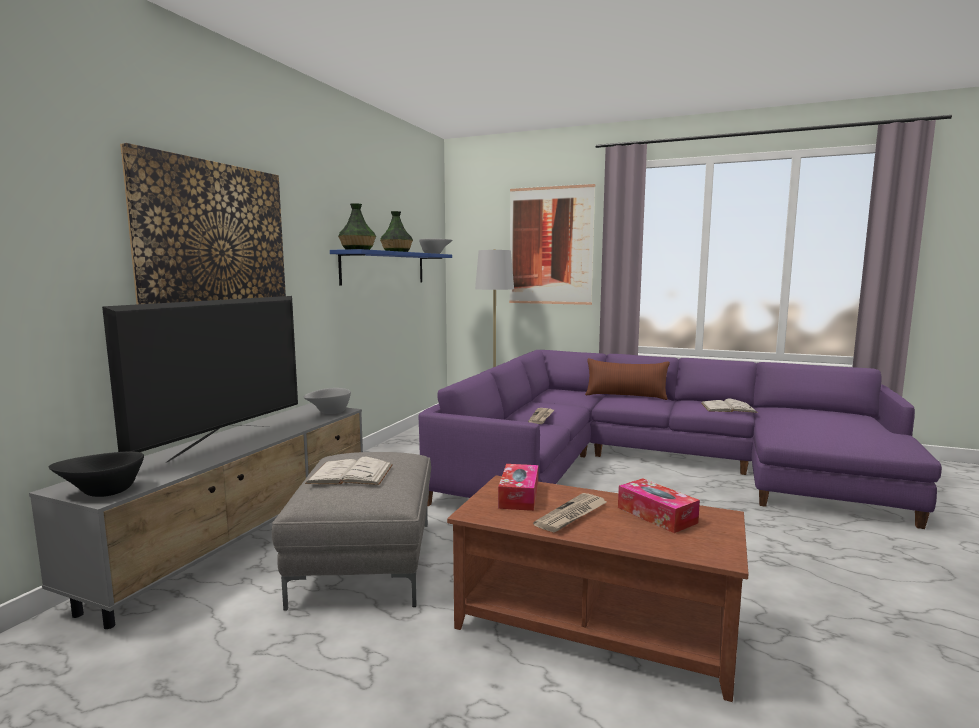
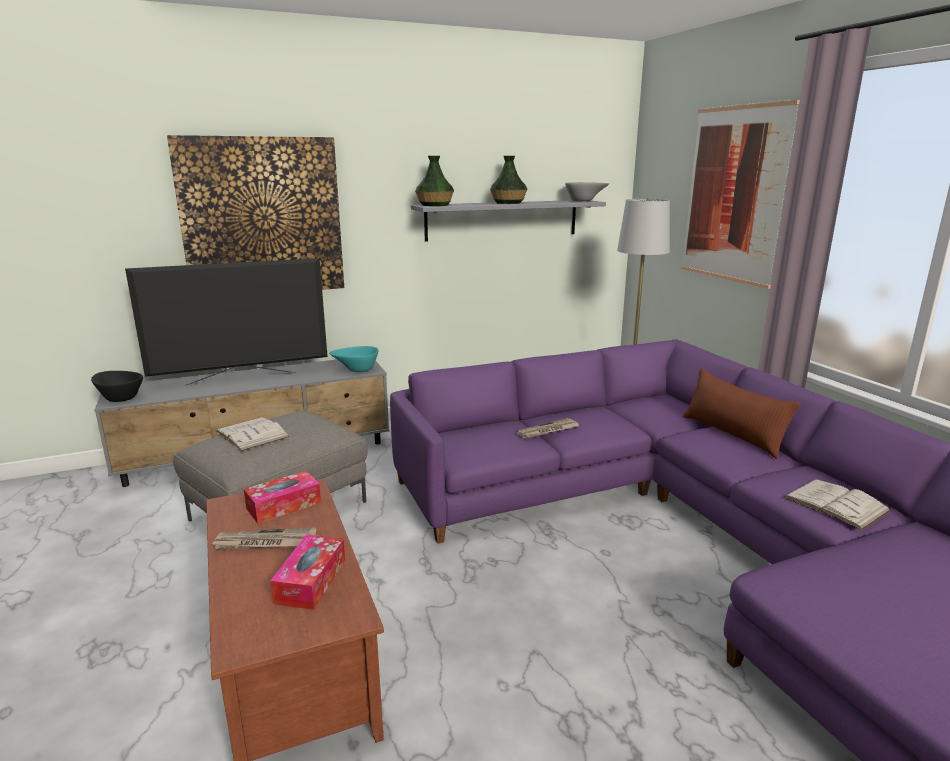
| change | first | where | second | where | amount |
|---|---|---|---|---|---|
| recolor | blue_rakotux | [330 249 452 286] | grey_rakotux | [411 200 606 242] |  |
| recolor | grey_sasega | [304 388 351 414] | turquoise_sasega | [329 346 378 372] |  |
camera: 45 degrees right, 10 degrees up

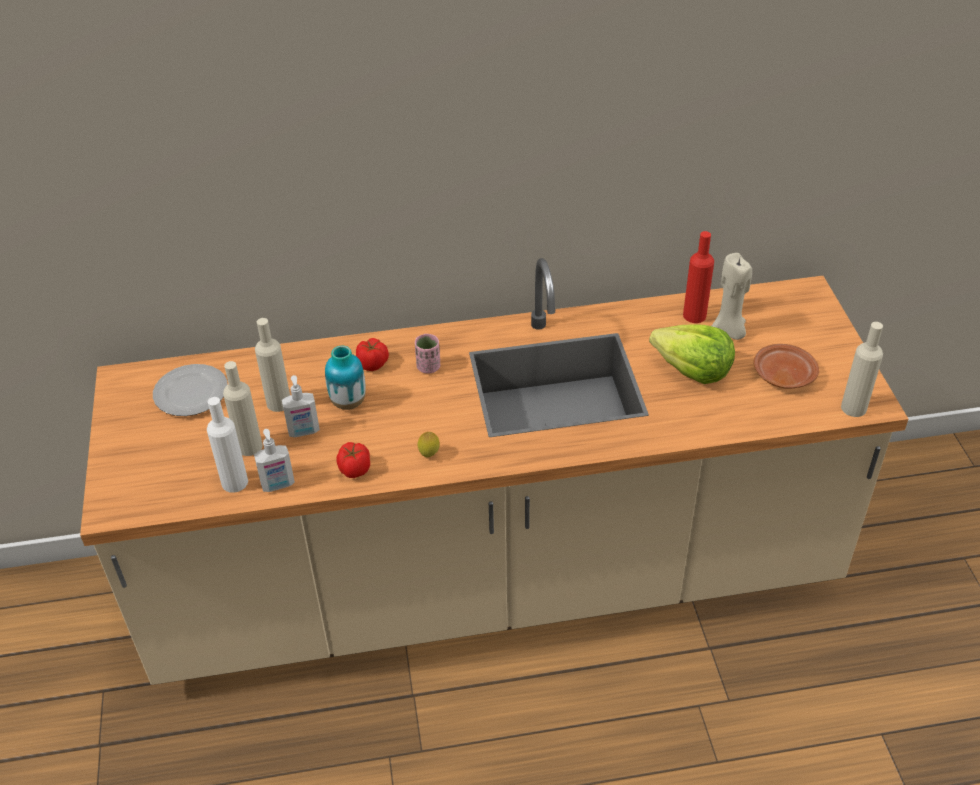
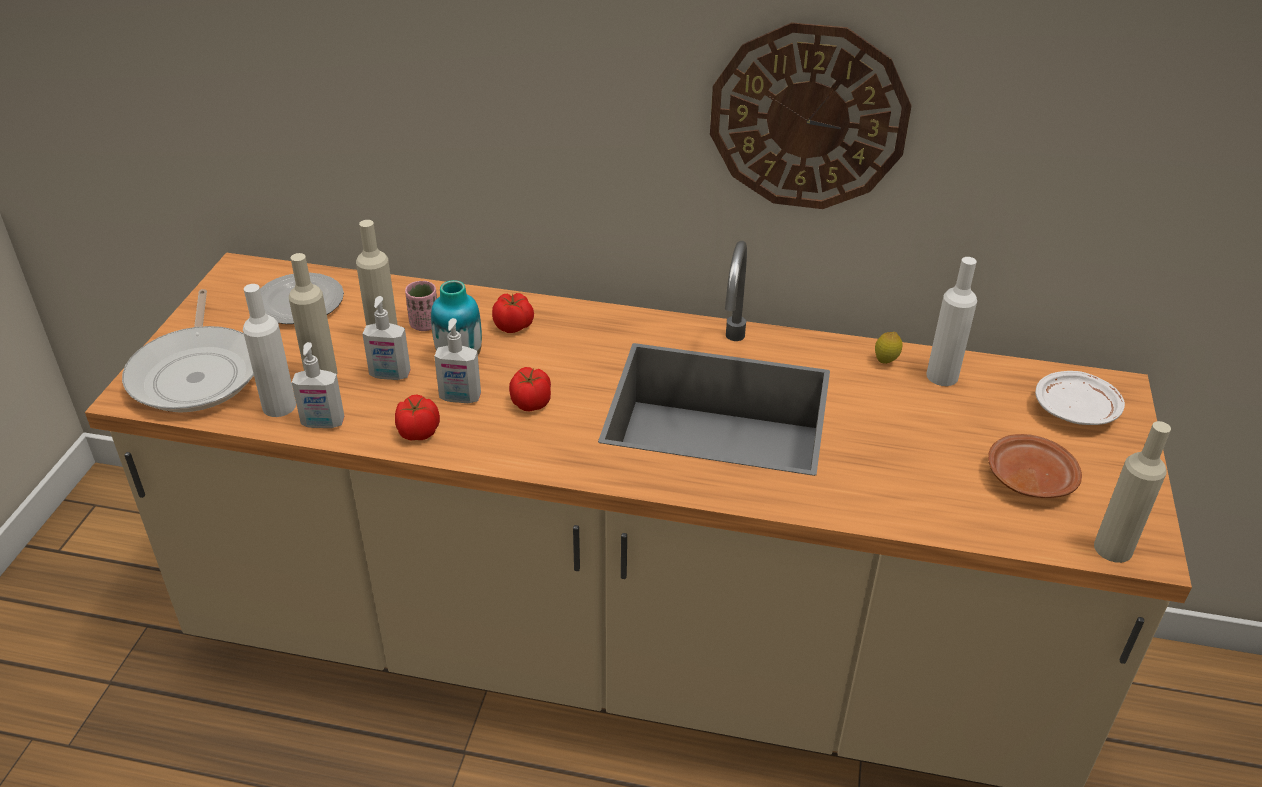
| change | first | where | second | where | amount |
|---|---|---|---|---|---|
| recolor | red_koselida | [683 231 714 323] | white_koselida | [926 257 977 386] |  |
| delete | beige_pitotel | [712 253 752 340] |  |  |  |
| delete | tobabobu | [649 324 735 384] |  |  |  |
| move | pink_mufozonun | [415 334 440 373] |  | [405 281 437 331] |  |
| move | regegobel | [417 432 440 457] |  | [875 332 903 364] |  |
| insert |  |  | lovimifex | [710 22 912 209] |  |
| insert |  |  | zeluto | [122 289 254 413] |  |
| insert |  |  | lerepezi | [434 318 481 403] |  |
| insert |  |  | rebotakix | [509 367 551 411] |  |
| insert |  |  | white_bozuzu | [1035 371 1125 425] |  |
camera: 20 degrees right, 5 degrees down

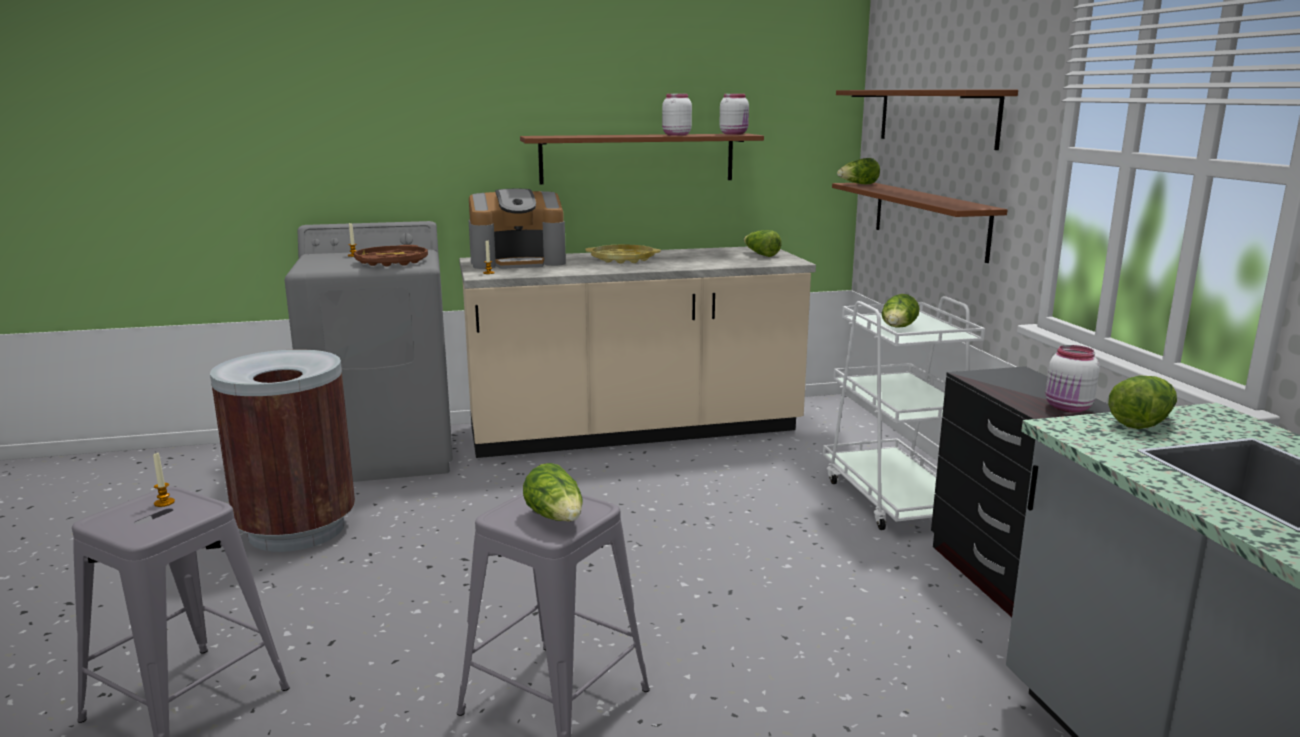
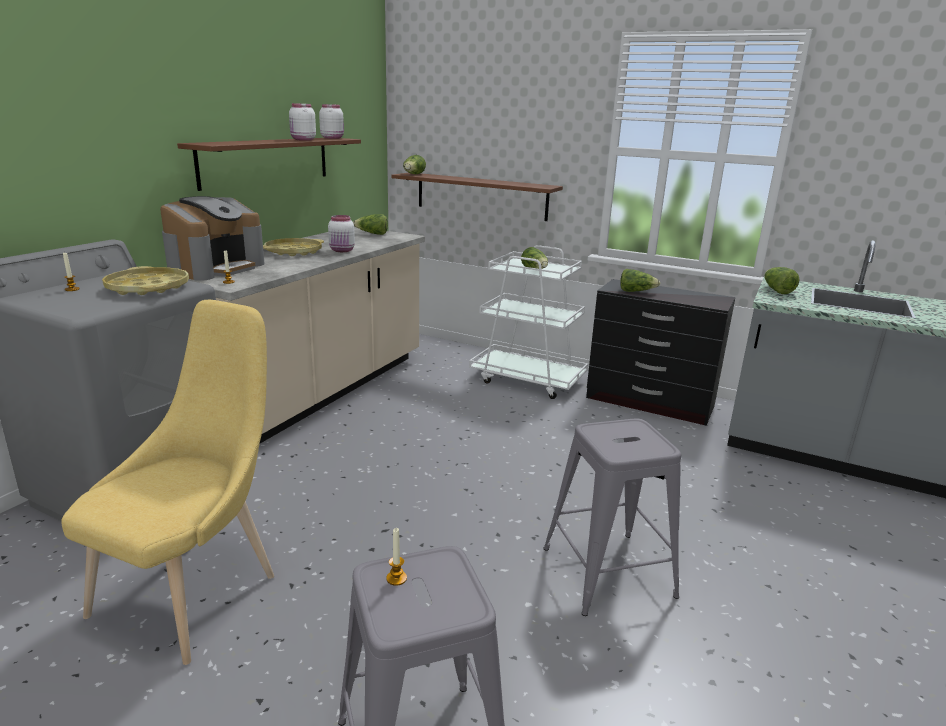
| change | first | where | second | where | amount |
|---|---|---|---|---|---|
| delete | brown_rakotux | [836 90 1018 150] |  |  |  |
| recolor | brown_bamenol | [354 245 428 267] | yellow_bamenol | [102 266 189 295] |  |
| move | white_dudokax | [1045 345 1100 413] |  | [328 215 355 252] |  |
| replace | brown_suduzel | [210 349 355 552] | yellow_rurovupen | [61 300 274 665] |  |
| move | tobabobu | [523 463 583 521] |  | [620 269 661 292] |  |
camera: 50 degrees left, 5 degrees up

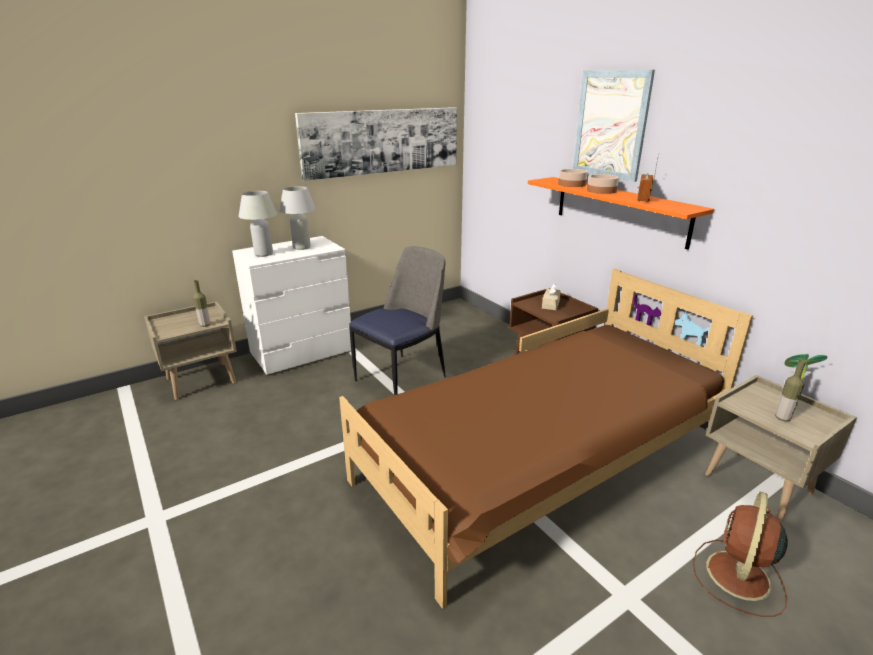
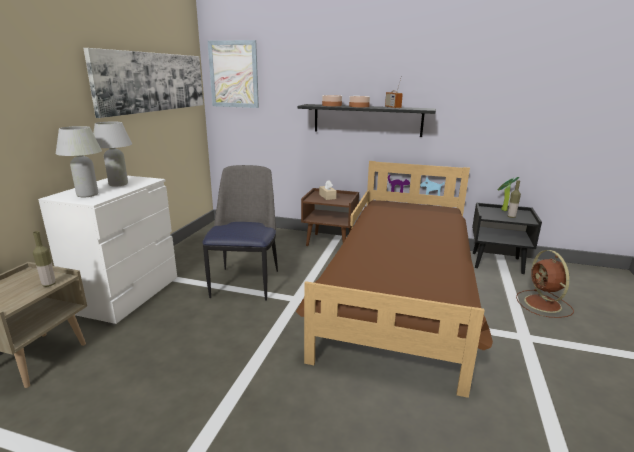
| change | first | where | second | where | amount |
|---|---|---|---|---|---|
| move | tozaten | [573 70 655 182] |  | [208 40 259 108] |  |
| recolor | orange_rakotux | [528 177 714 249] | black_rakotux | [298 104 436 137] |  |
| recolor | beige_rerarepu | [705 375 857 521] | black_rerarepu | [472 203 542 274] |  |
camera: 40 degrees left, 5 degrees down

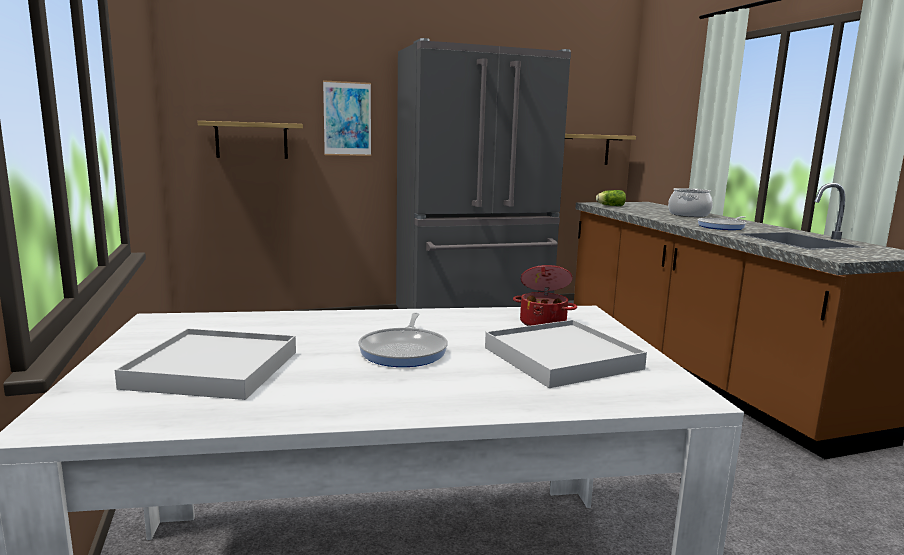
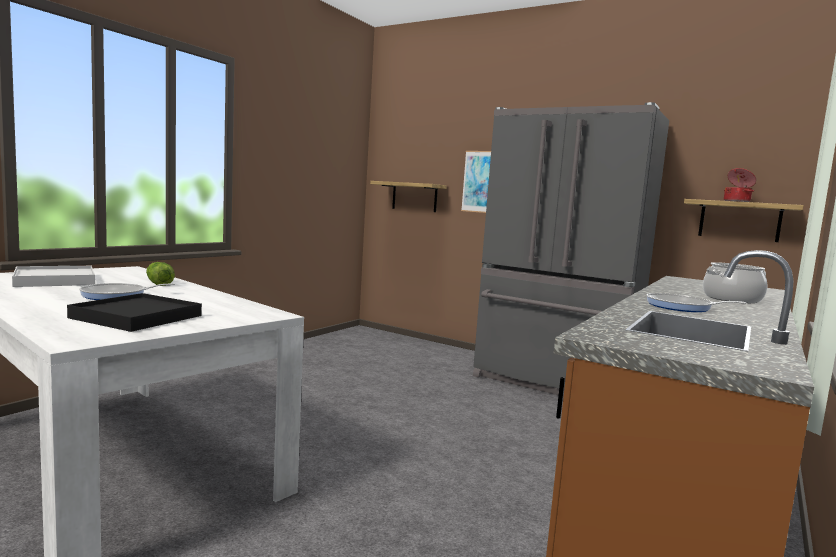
| change | first | where | second | where | amount |
|---|---|---|---|---|---|
| move | tobabobu | [596 190 626 206] |  | [146 262 175 286] |  |
| move | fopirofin | [513 265 577 326] |  | [724 168 756 202] |  |
| recolor | white_bamenol | [485 320 647 388] | black_bamenol | [67 293 202 332] |  |
camera: 50 degrees right, 5 degrees down

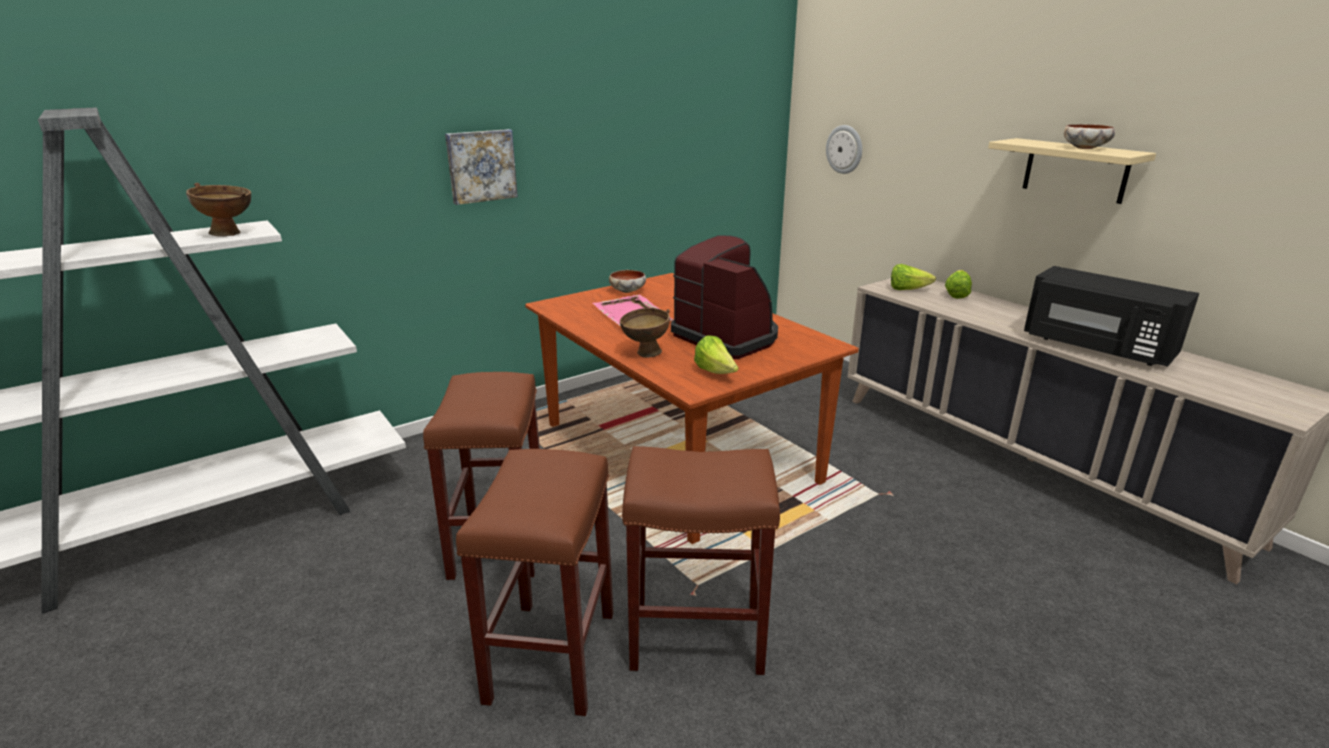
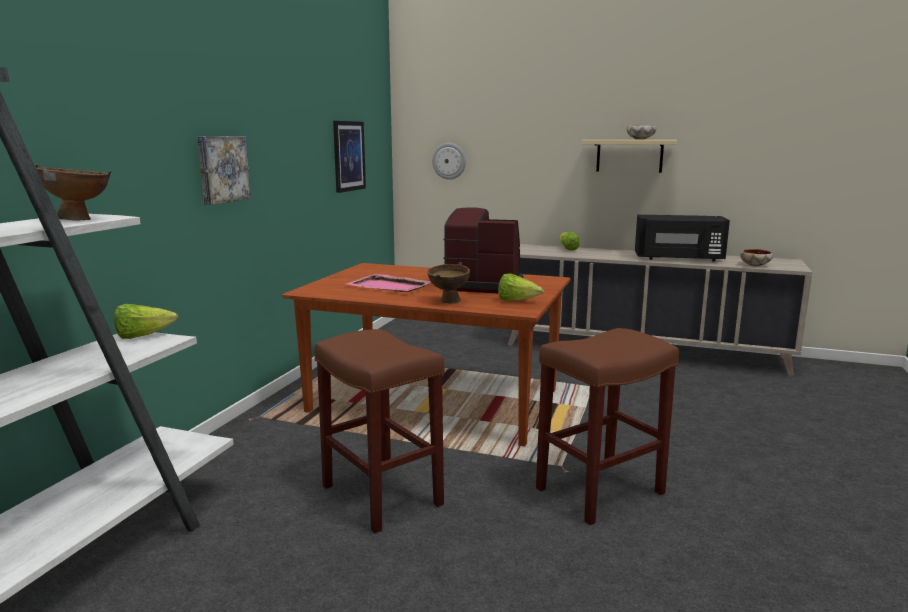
| change | first | where | second | where | amount |
|---|---|---|---|---|---|
| move | tobabobu | [891 264 936 290] |  | [114 304 178 339] |  |
| move | sasega | [609 270 646 293] |  | [740 249 773 266] |  |
| delete | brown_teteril | [456 449 613 716] |  |  |  |
| insert |  |  | tozaten | [333 121 366 193] |  |
camera: 35 degrees left, 10 degrees down

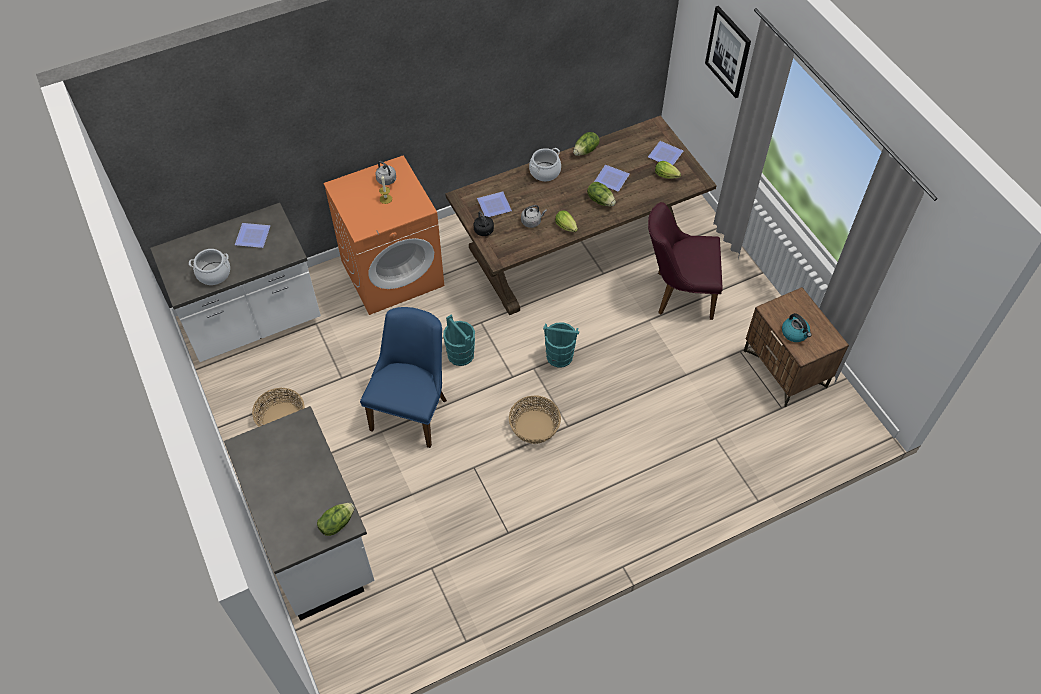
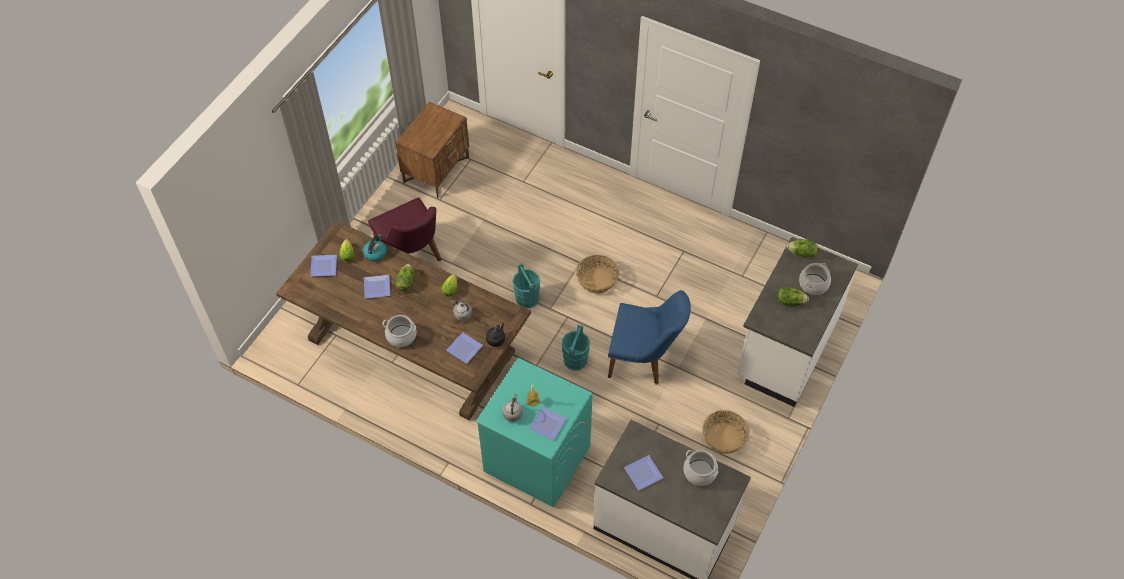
| change | first | where | second | where | amount |
|---|---|---|---|---|---|
| delete | tozaten | [705 6 751 98] |  |  |  |
| move | tobabobu | [573 132 600 156] |  | [777 288 809 306] |  |
| recolor | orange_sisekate | [323 155 444 315] | turquoise_sisekate | [476 358 593 507] |  |
| rotate | blue_rurovupen | [360 307 447 448] |  | [608 290 691 385] | 150 degrees counterclockwise |
| move | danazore | [782 313 812 342] |  | [363 234 387 262] |  |
| insert |  |  | fopirofin | [799 263 831 295] |  |
| insert |  |  | bozuzu | [529 407 567 441] |  |
camera: 125 degrees left, 0 degrees up

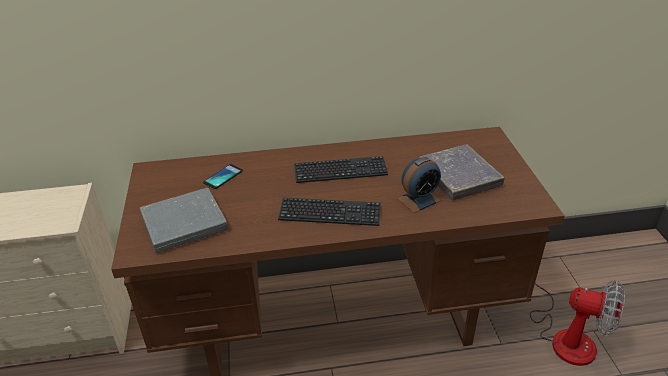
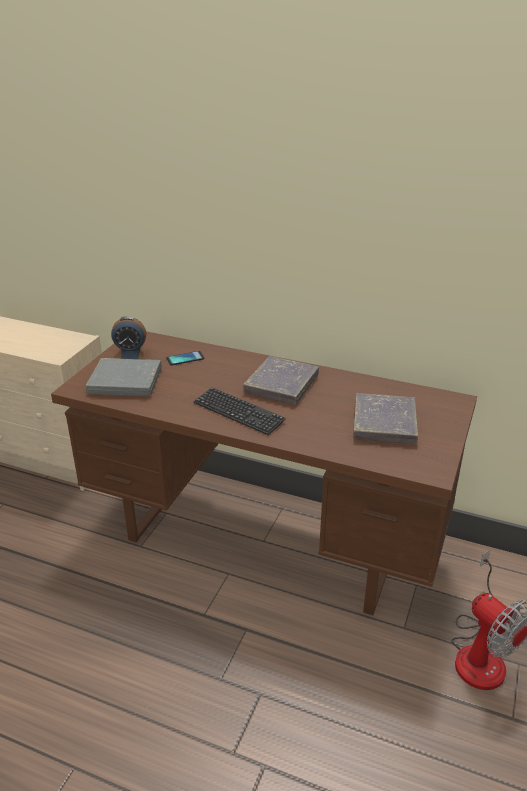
| change | first | where | second | where | amount |
|---|---|---|---|---|---|
| replace | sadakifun | [294 156 388 183] | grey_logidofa | [243 356 319 405] |  |
| move | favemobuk | [397 157 441 213] |  | [111 316 147 359] |  |
camera: 30 degrees right, 5 degrees down

